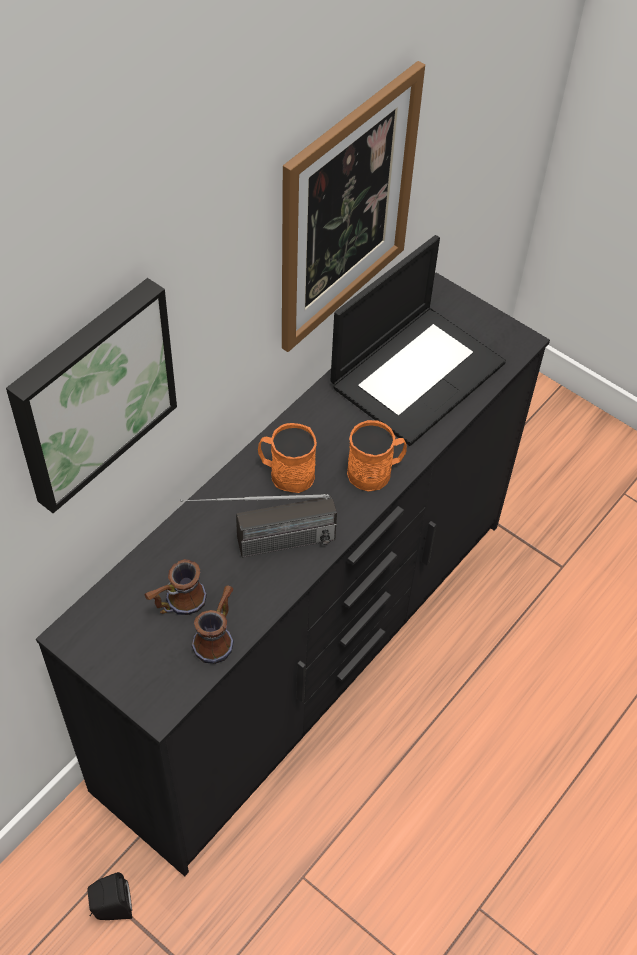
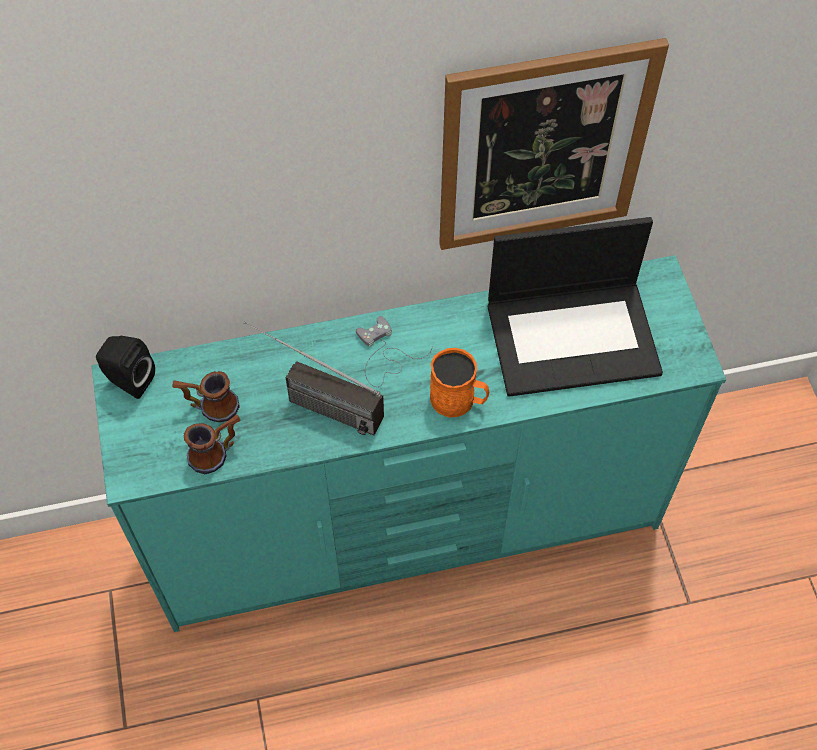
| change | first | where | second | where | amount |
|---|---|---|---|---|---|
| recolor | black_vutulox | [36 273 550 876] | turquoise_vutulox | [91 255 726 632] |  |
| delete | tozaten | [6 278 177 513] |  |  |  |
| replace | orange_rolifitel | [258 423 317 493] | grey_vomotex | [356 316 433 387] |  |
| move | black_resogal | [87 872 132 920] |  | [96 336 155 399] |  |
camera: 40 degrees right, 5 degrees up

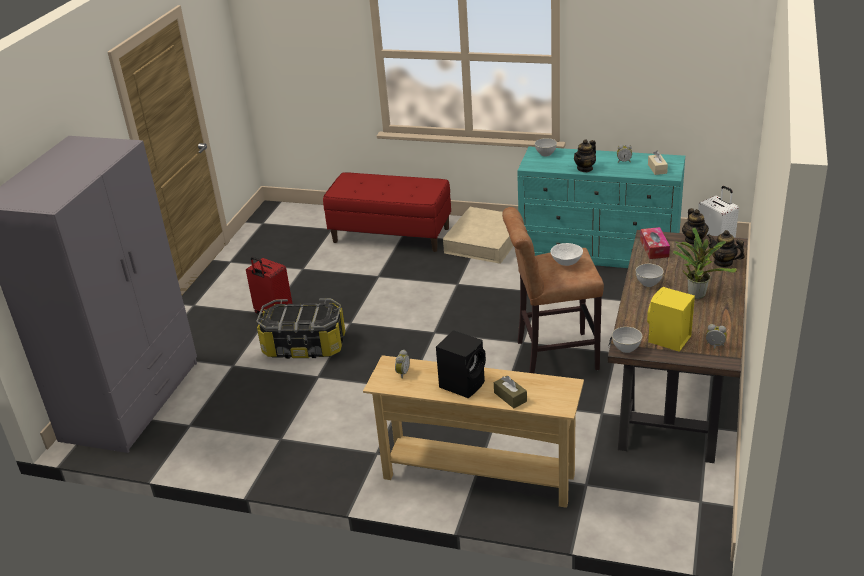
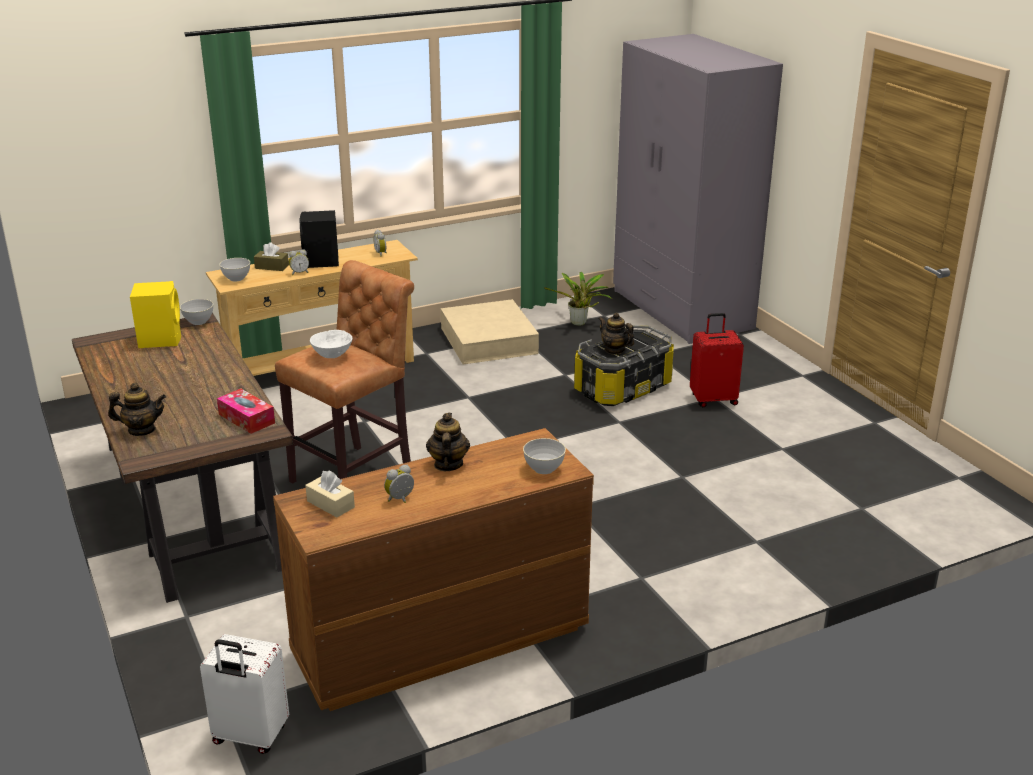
| change | first | where | second | where | amount |
|---|---|---|---|---|---|
| recolor | turquoise_vutulox | [517 146 685 268] | brown_vutulox | [273 428 594 711] |  |
| delete | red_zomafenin | [323 172 451 252] |  |  |  |
| move | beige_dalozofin | [443 207 513 264] |  | [441 299 539 365] |  |
| move | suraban | [682 208 709 245] |  | [598 313 634 355] |  |
| move | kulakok | [673 227 737 299] |  | [544 272 613 326] |  |
| move | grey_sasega | [636 264 664 287] |  | [220 258 250 282] |  |
| move | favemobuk | [706 324 727 350] |  | [289 249 309 275] |  |
camera: 135 degrees right, 5 degrees down

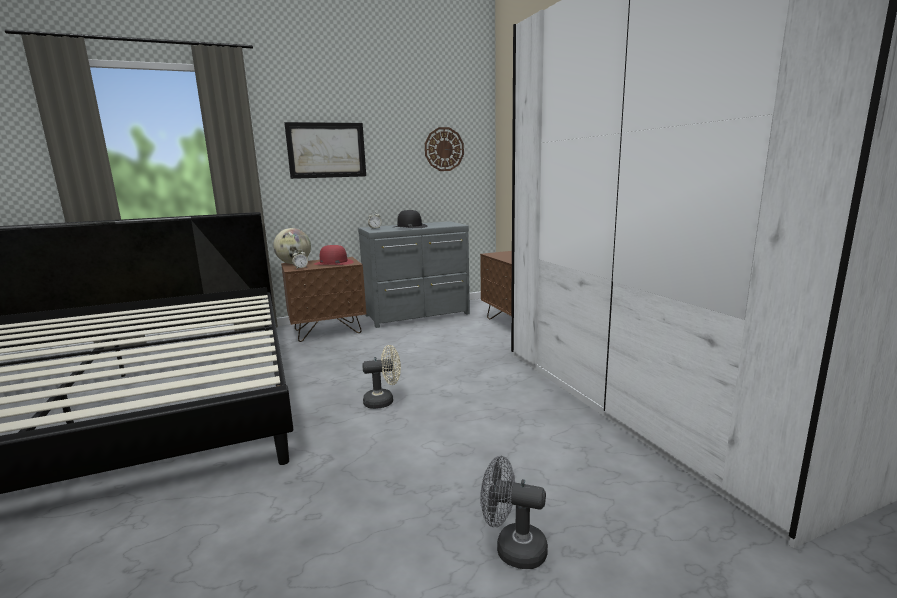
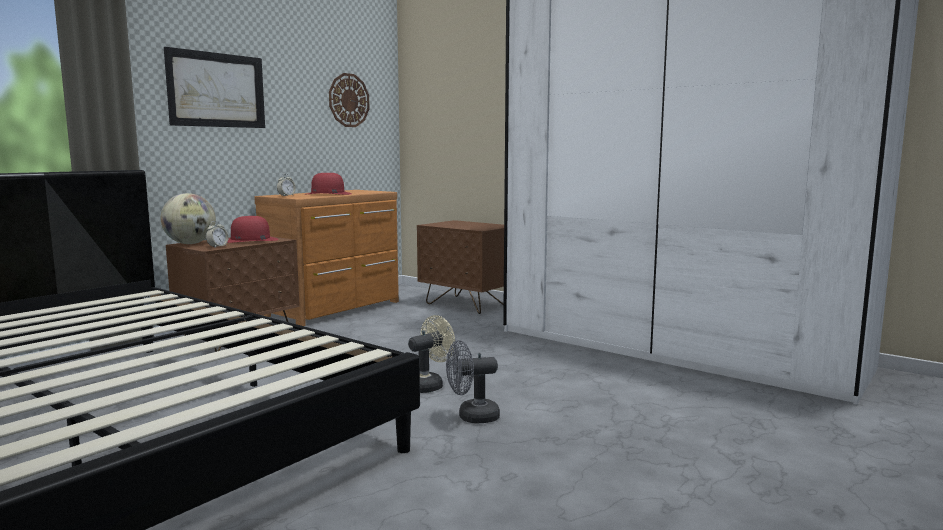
| change | first | where | second | where | amount |
|---|---|---|---|---|---|
| recolor | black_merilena | [394 210 428 228] | red_merilena | [305 173 351 195] |  |
| recolor | grey_vutulox | [358 221 470 328] | brown_vutulox | [254 190 399 326] |  |
| move | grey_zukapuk | [480 456 548 569] |  | [446 340 500 424] |  |
camera: 30 degrees left, 5 degrees down

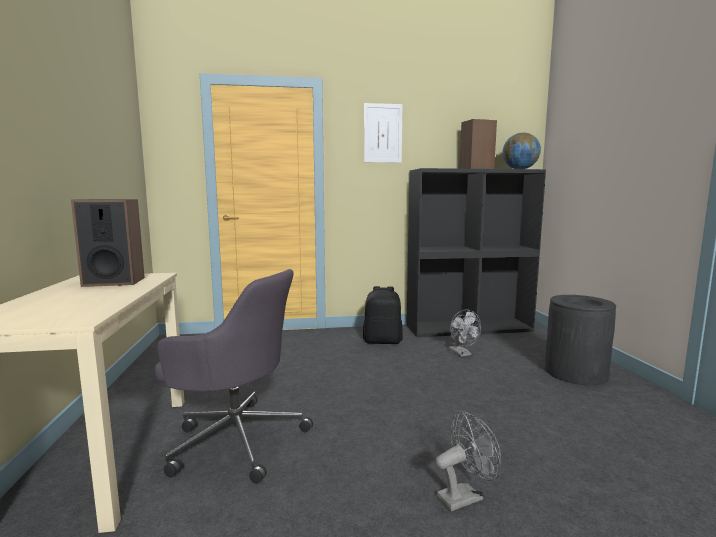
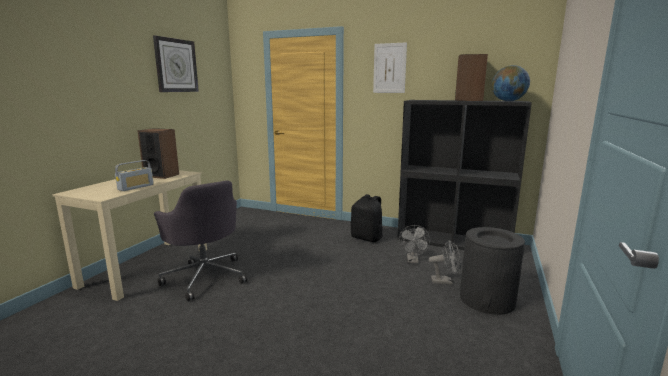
| change | first | where | second | where | amount |
|---|---|---|---|---|---|
| move | grey_zukapuk | [436 411 501 511] |  | [429 240 462 284] |  |
| insert |  |  | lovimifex | [153 35 199 92] |  |
| insert |  |  | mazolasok | [115 160 154 191] |  |
camera: 30 degrees right, 5 degrees up

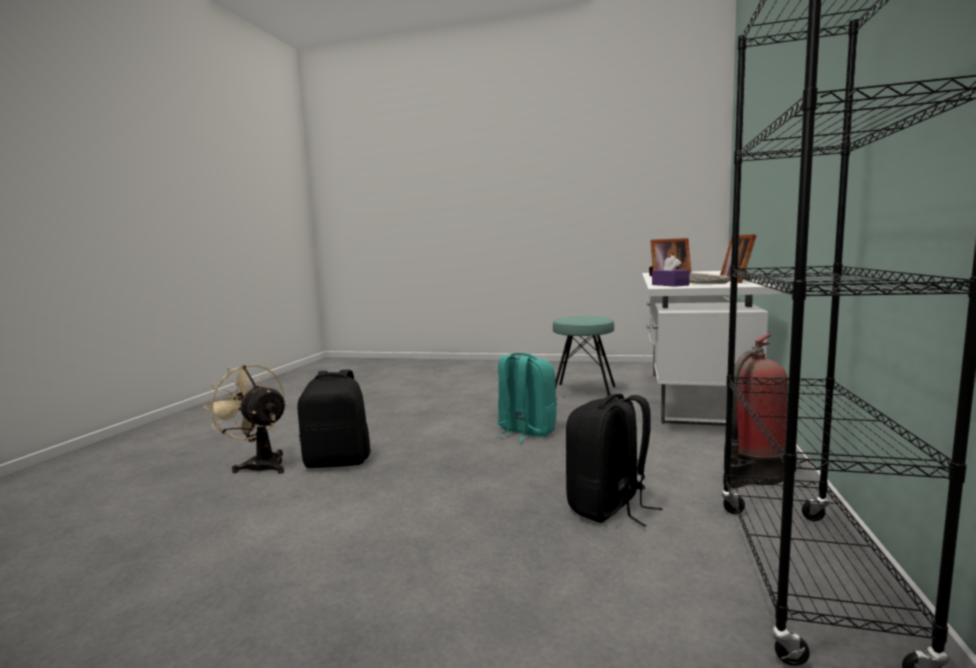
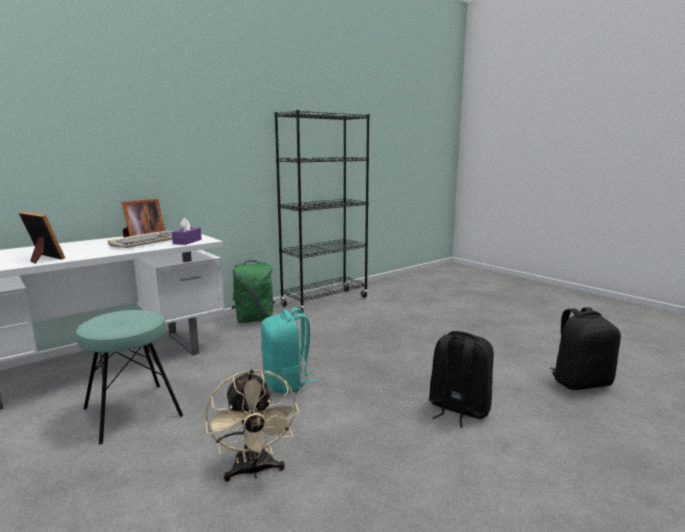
| change | first | where | second | where | amount |
|---|---|---|---|---|---|
| replace | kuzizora | [724 334 788 489] | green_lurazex | [232 260 275 323] |  |
| move | beige_zukapuk | [203 364 287 474] |  | [205 369 299 482] |  |
| move | black_lurazex | [566 394 663 527] |  | [550 307 621 390] |  |
camera: 145 degrees left, 5 degrees up

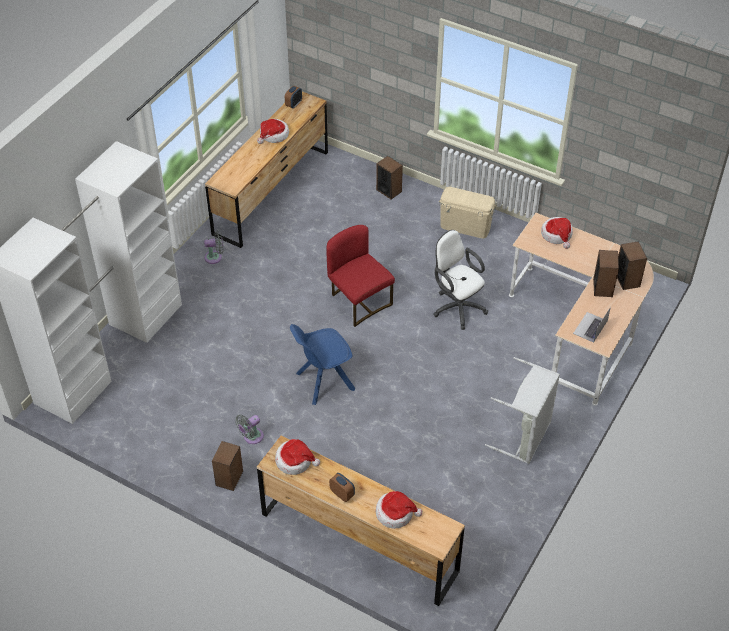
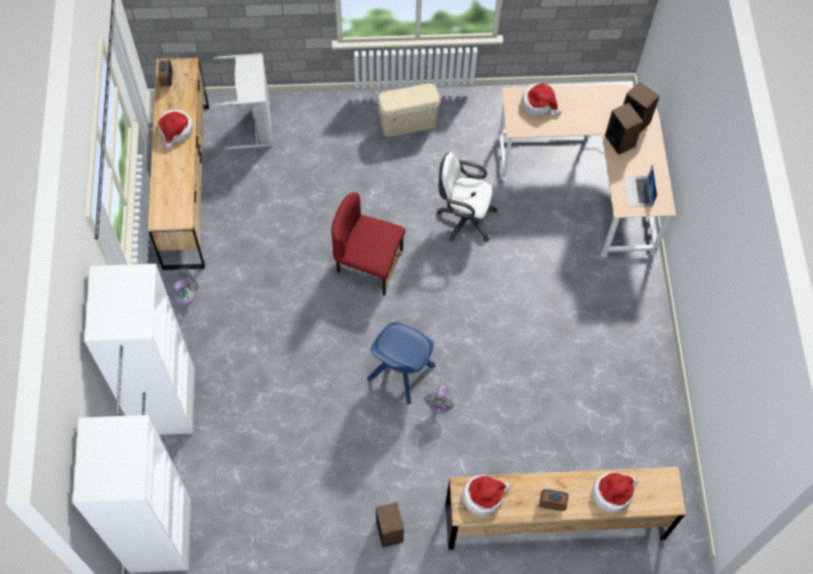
| change | first | where | second | where | amount |
|---|---|---|---|---|---|
| delete | resogal | [376 156 403 199] |  |  |  |
| move | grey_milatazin | [485 357 560 464] |  | [214 53 272 149] |  |
| move | grey_zukapuk | [235 415 264 444] |  | [424 385 453 413] |  |
camera: 35 degrees left, 15 degrees up

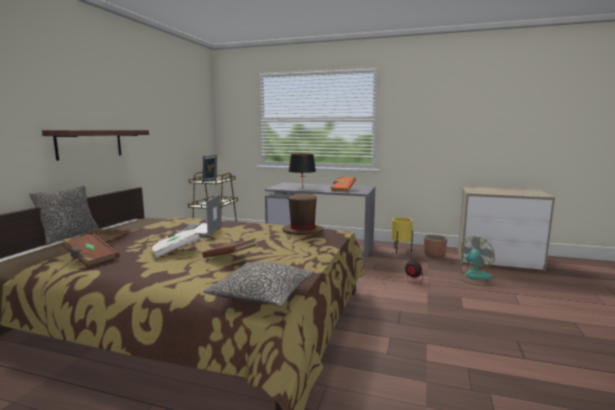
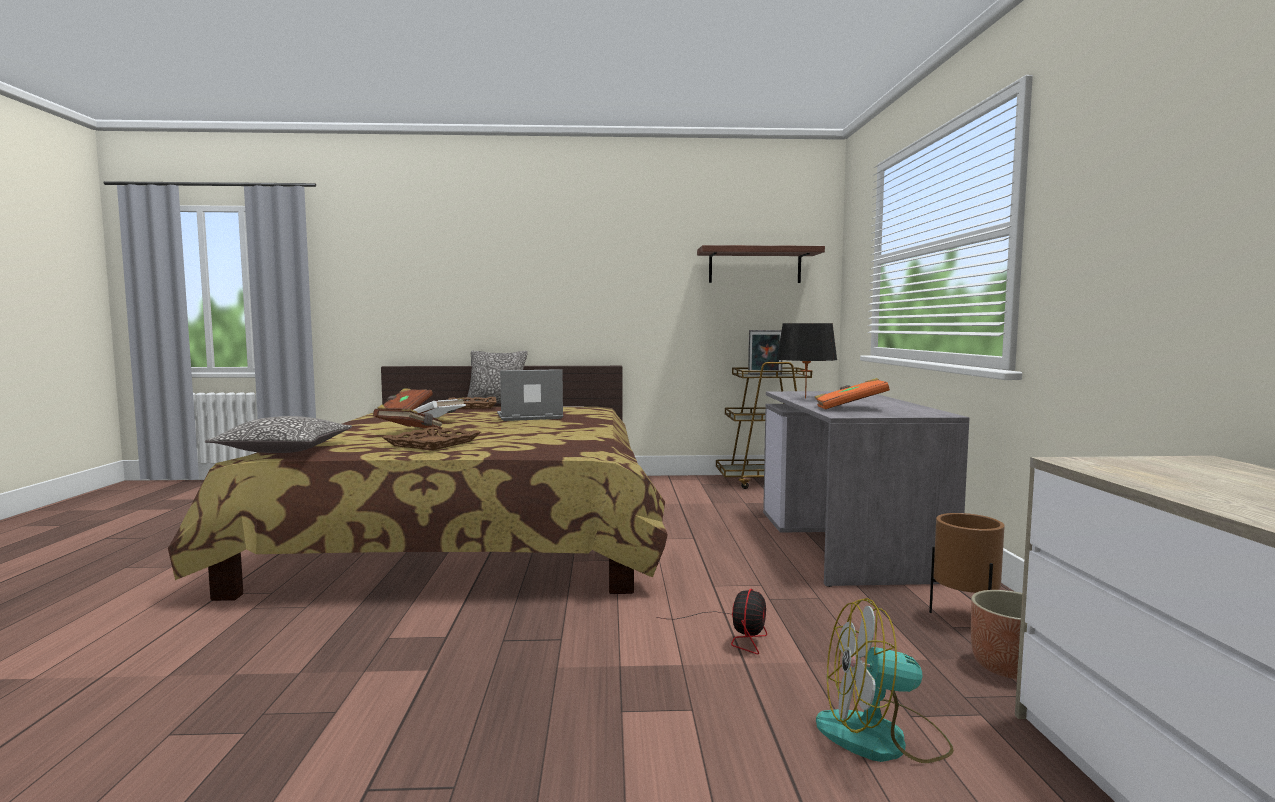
| change | first | where | second | where | amount |
|---|---|---|---|---|---|
| move | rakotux | [42 130 149 161] |  | [697 245 825 283] |  |
| delete | brown_merilena | [282 194 323 235] |  |  |  |
| recolor | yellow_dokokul | [391 217 413 253] | brown_dokokul | [929 513 1005 613] |  |
| rotate | zukapuk | [459 236 495 286] |  | [816 598 954 763] | 150 degrees clockwise |
| insert |  |  | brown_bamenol | [382 427 481 450] |  |
camera: 70 degrees right, 5 degrees down

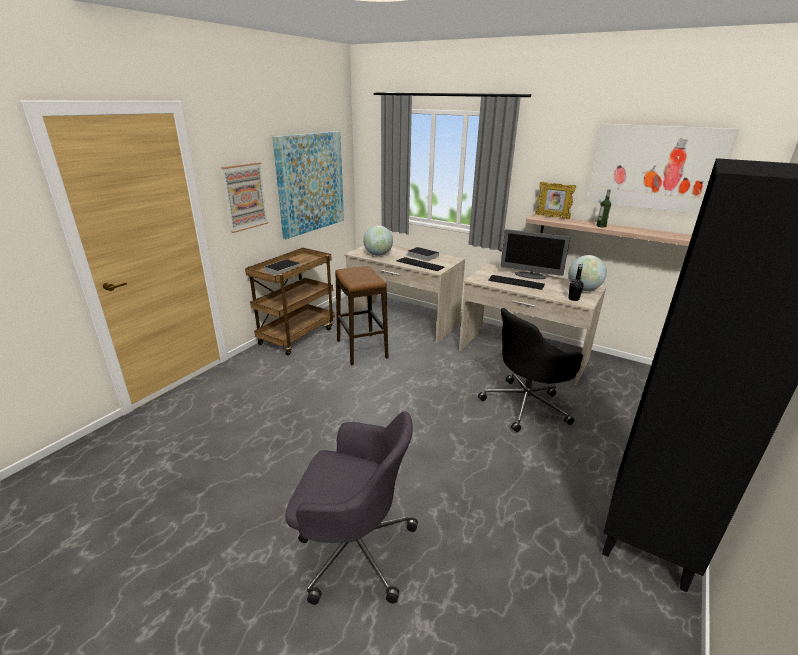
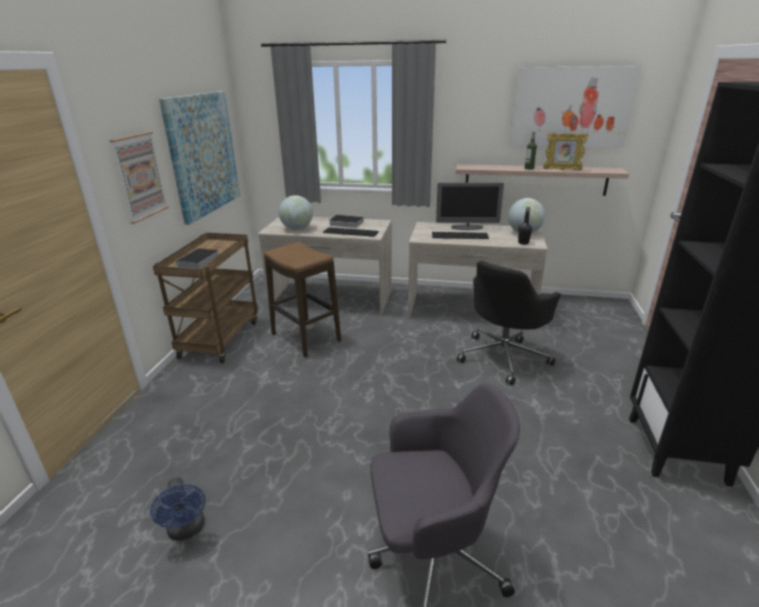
| change | first | where | second | where | amount |
|---|---|---|---|---|---|
| move | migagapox | [535 182 576 219] |  | [543 133 588 170] |  |
| insert |  |  | blue_zukapuk | [151 477 206 541] |  |
camera: 20 degrees left, 0 degrees up

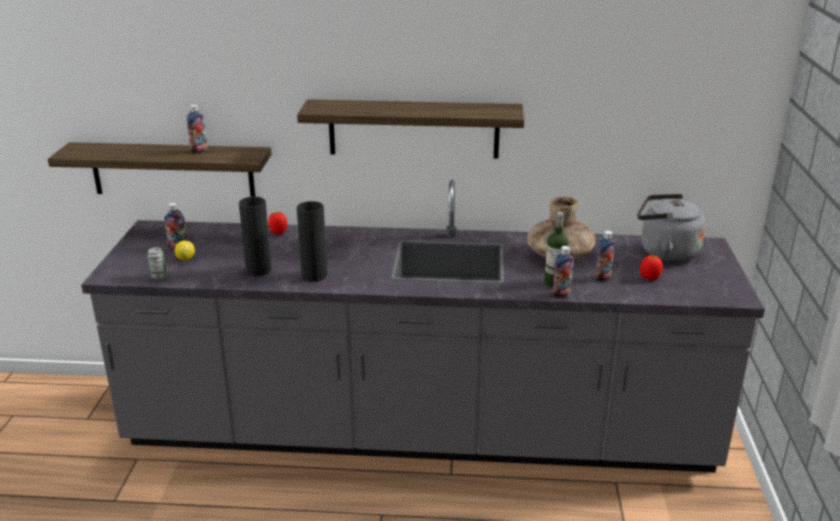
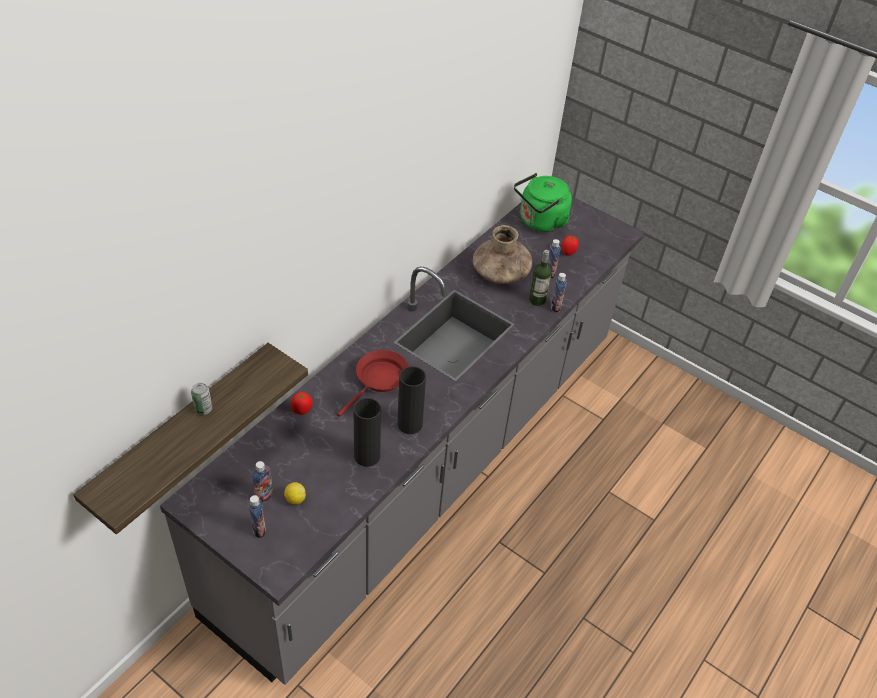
| change | first | where | second | where | amount |
|---|---|---|---|---|---|
| delete | rakotux | [297 99 524 159] |  |  |  |
| move | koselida | [187 105 207 154] |  | [248 495 266 538] |  |
| recolor | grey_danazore | [637 194 706 262] | green_danazore | [514 173 572 232] |  |
| move | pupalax | [147 247 167 279] |  | [191 383 212 415] |  |
| insert |  |  | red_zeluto | [337 350 409 417] |  |
camera: 60 degrees left, 20 degrees up

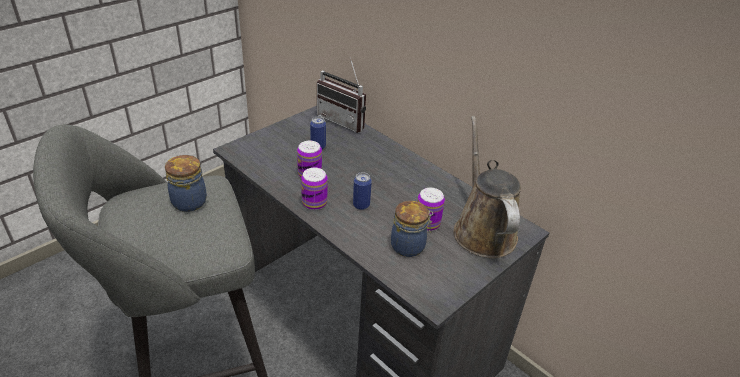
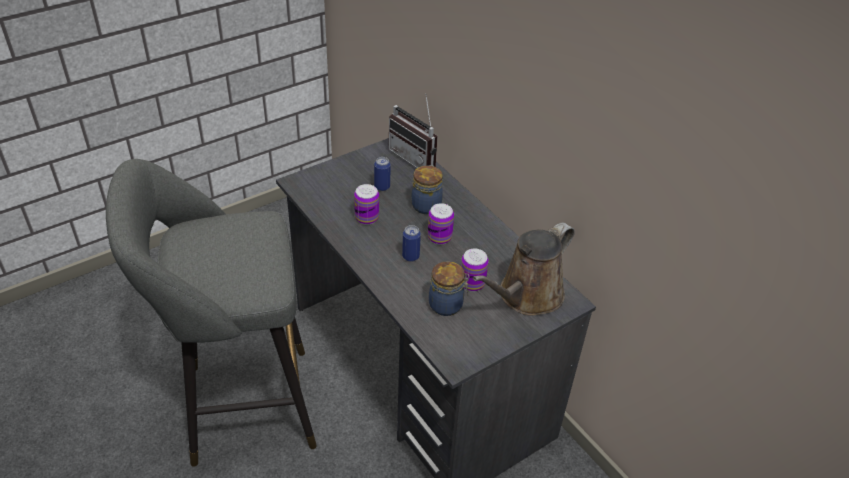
| change | first | where | second | where | amount |
|---|---|---|---|---|---|
| rotate | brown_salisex | [454 116 521 258] |  | [473 222 575 316] | 135 degrees counterclockwise |
| move | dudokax | [165 155 207 212] |  | [411 165 443 214] |  |
| move | pupalax | [301 168 328 210] |  | [428 203 454 245] |  |
camera: 10 degrees right, 5 degrees up

